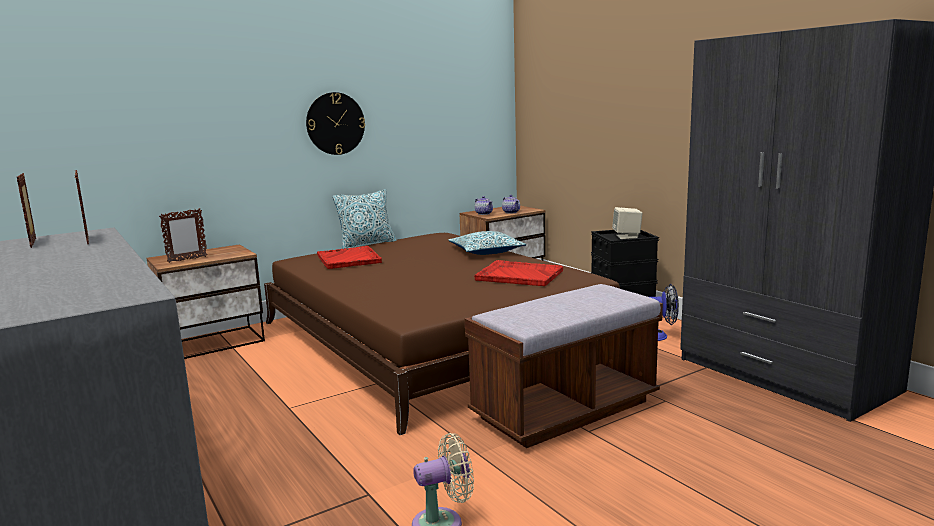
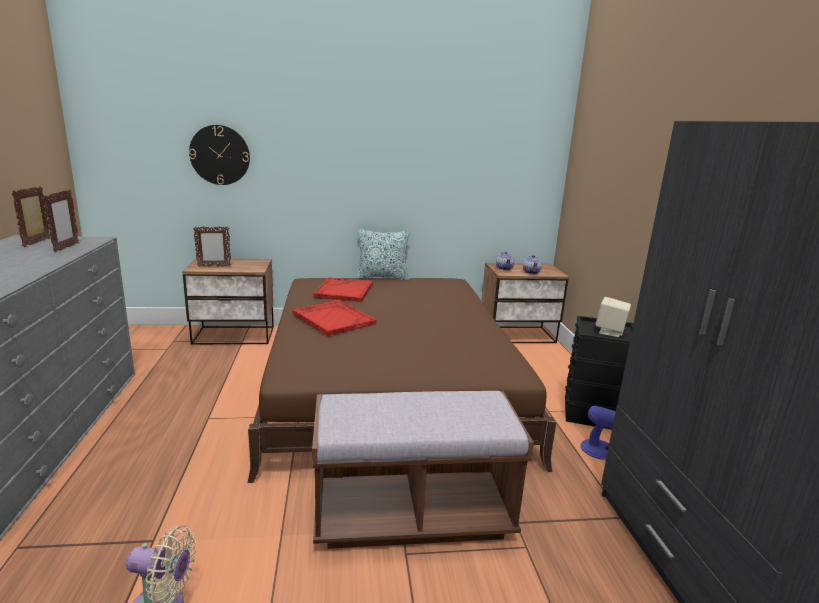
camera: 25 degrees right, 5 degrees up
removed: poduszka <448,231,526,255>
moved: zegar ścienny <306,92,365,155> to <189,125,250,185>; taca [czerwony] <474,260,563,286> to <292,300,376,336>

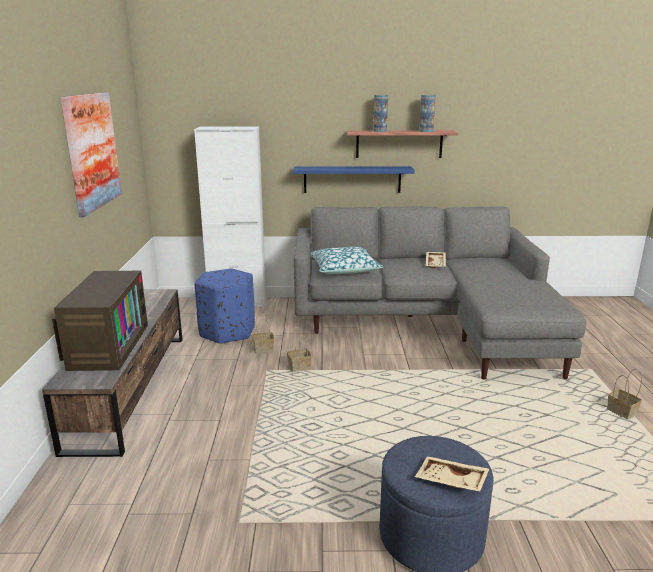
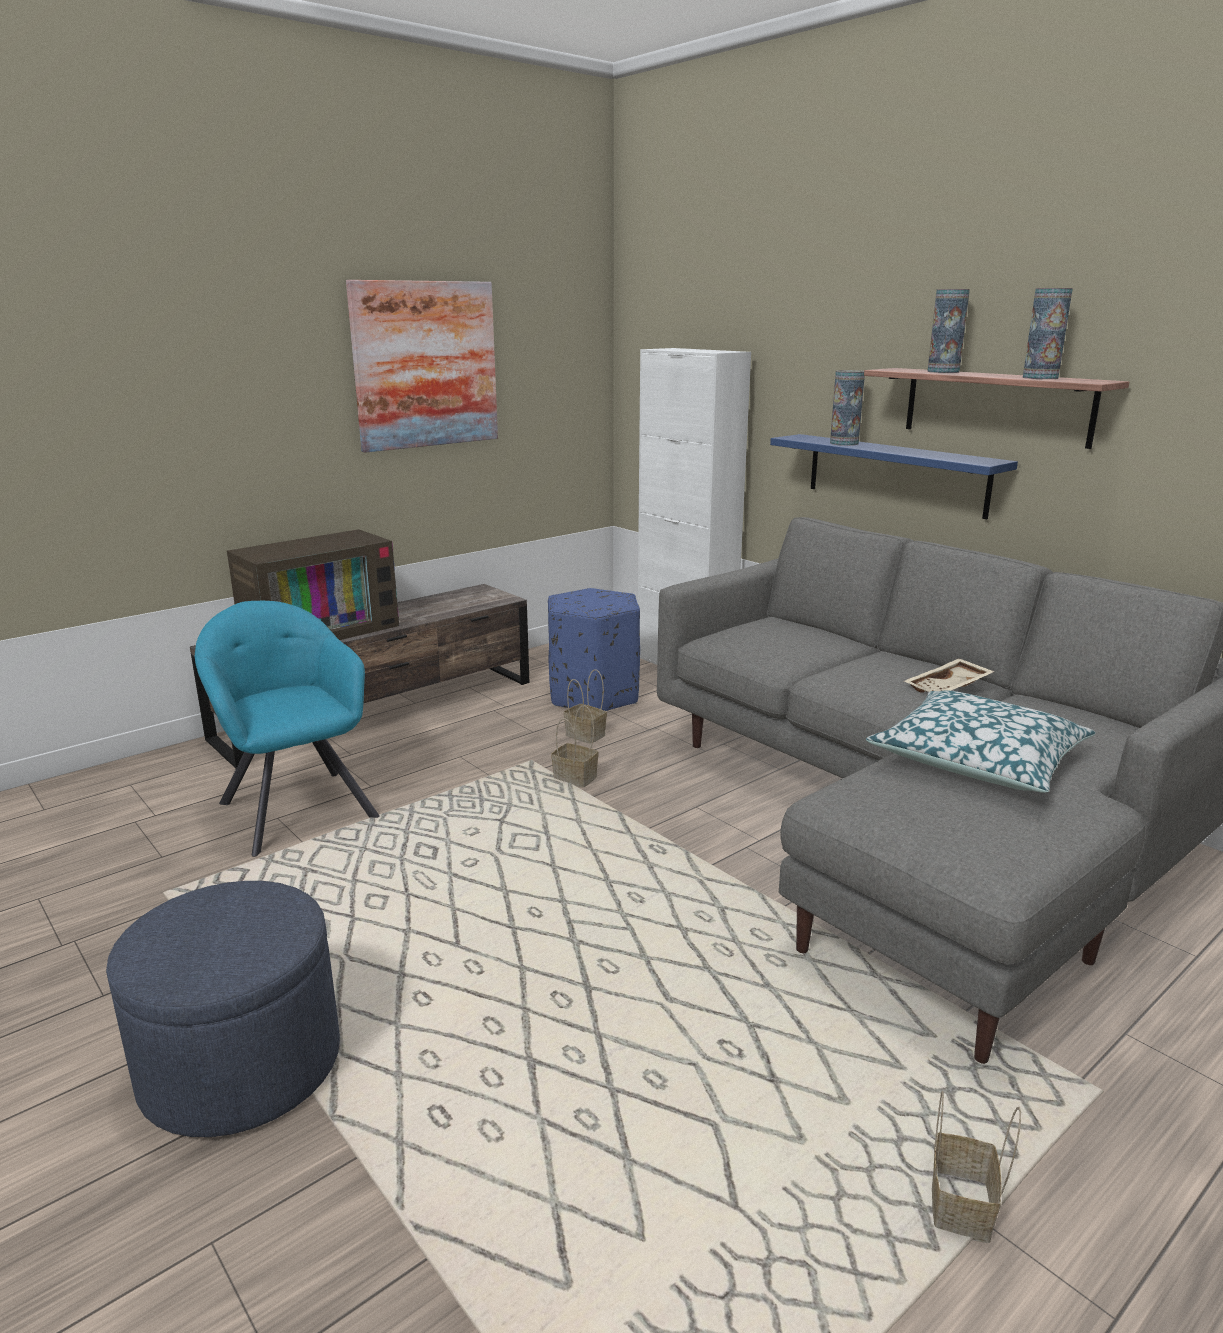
camera: 50 degrees right, 0 degrees up
removed: taca [beżowy] <415,456,489,492>
added: fotel [turkusowy] <195,601,380,857>; wazon <830,370,865,446>
moved: poduszka <311,247,383,274> to <866,690,1096,793>

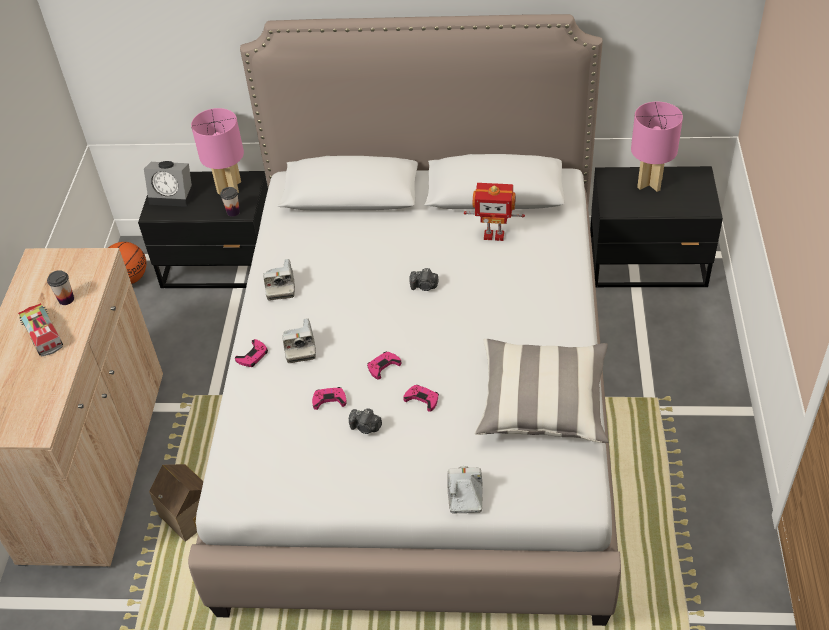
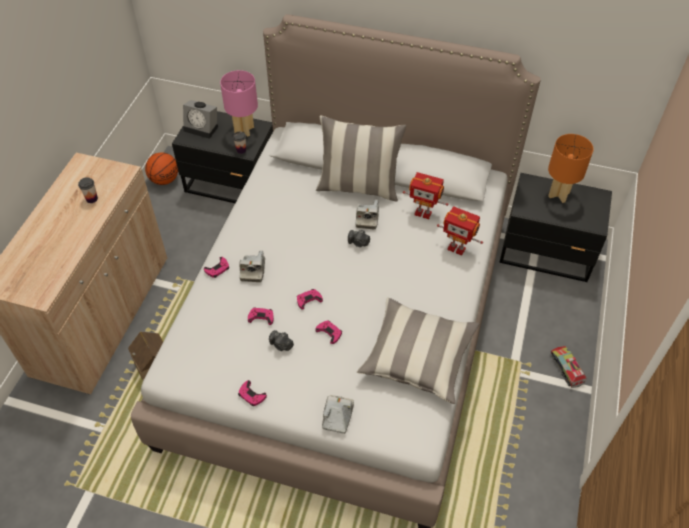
camera: 10 degrees right, 5 degrees up
added: pad do gier [różowy] <238,380,267,406>; poduszka <316,116,406,202>; robot zabawkowy <437,206,483,256>
moved: aparat fotograficzny <263,259,295,300> to <355,200,379,229>; ciężarówka zabawkowa <18,303,63,357> to <551,346,587,388>
recoloured: lampa stołowa [różowy] <631,101,683,192> to lampa stołowa [pomarańczowy] <548,134,593,203>

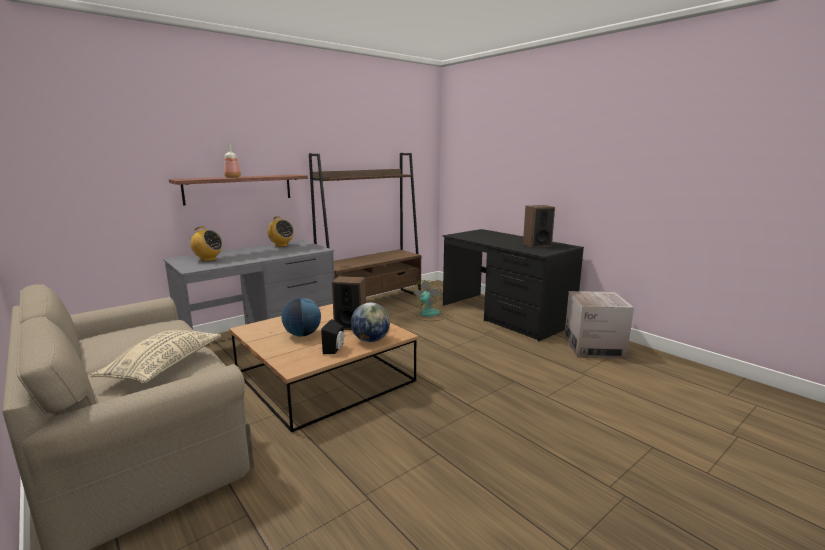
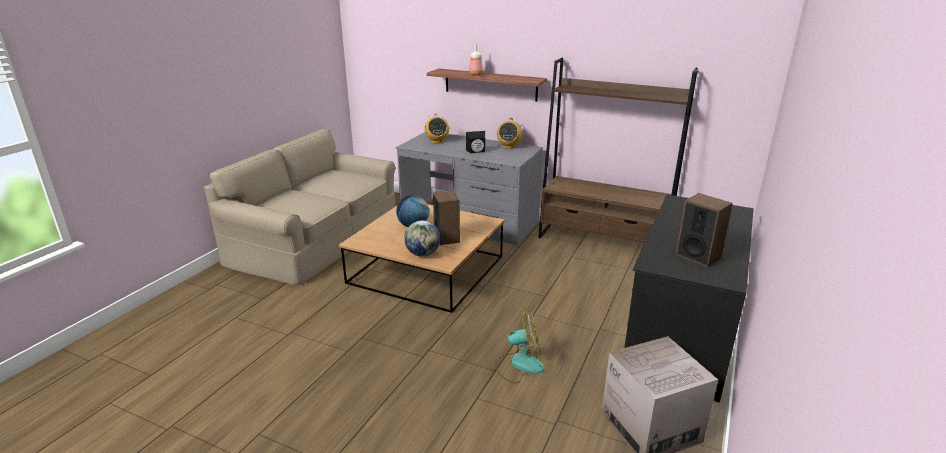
camera: 65 degrees right, 10 degrees up
removed: poduszka [beżowy] <90,330,221,383>
moved: głośnik [czarny] <321,319,344,354> to <466,131,485,153>; wentylator <413,280,444,321> to <495,311,544,384>

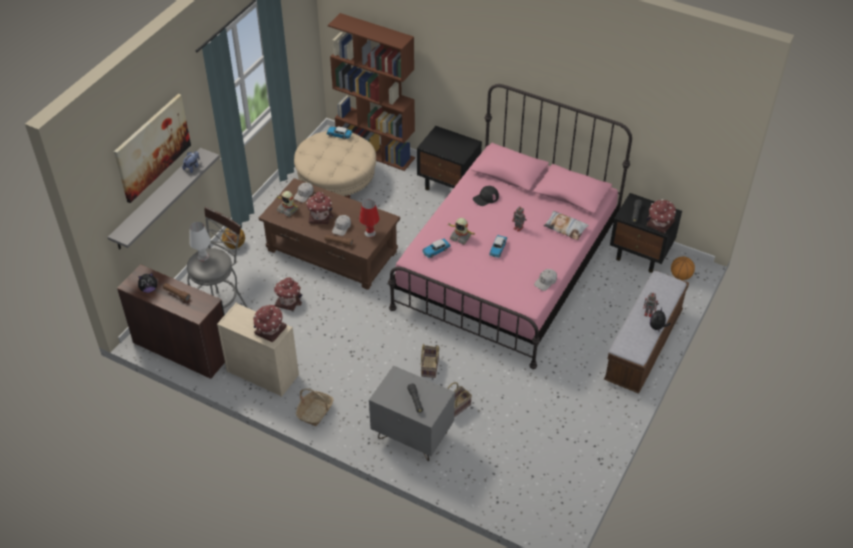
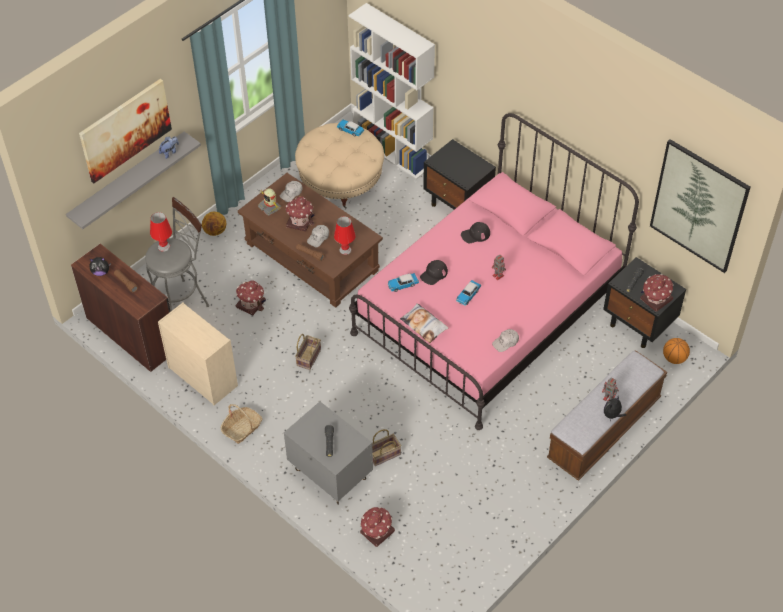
camera: 15 degrees right, 5 degrees up
added: obraz <650,139,750,273>
moved: koszyk <421,344,440,378> to <295,334,321,370>; domek <253,304,287,342> to <360,506,395,547>; poduszka <544,211,589,240> to <400,303,449,343>
replaced: robot zabawkowy <448,218,475,245> to czapka z daszkiem [czarny] <420,260,448,285>
recoloured: lampa stołowa [biały] <189,222,211,261> to lampa stołowa [czerwony] <150,212,172,252>; regał [brązowy] <328,13,415,171> to regał [biały] <349,3,435,179>

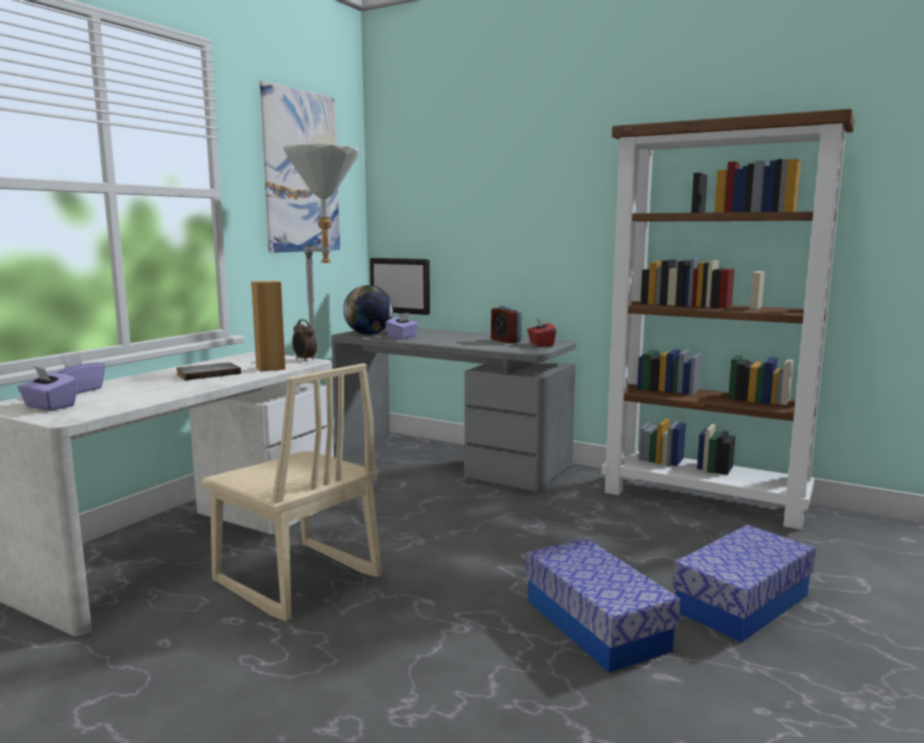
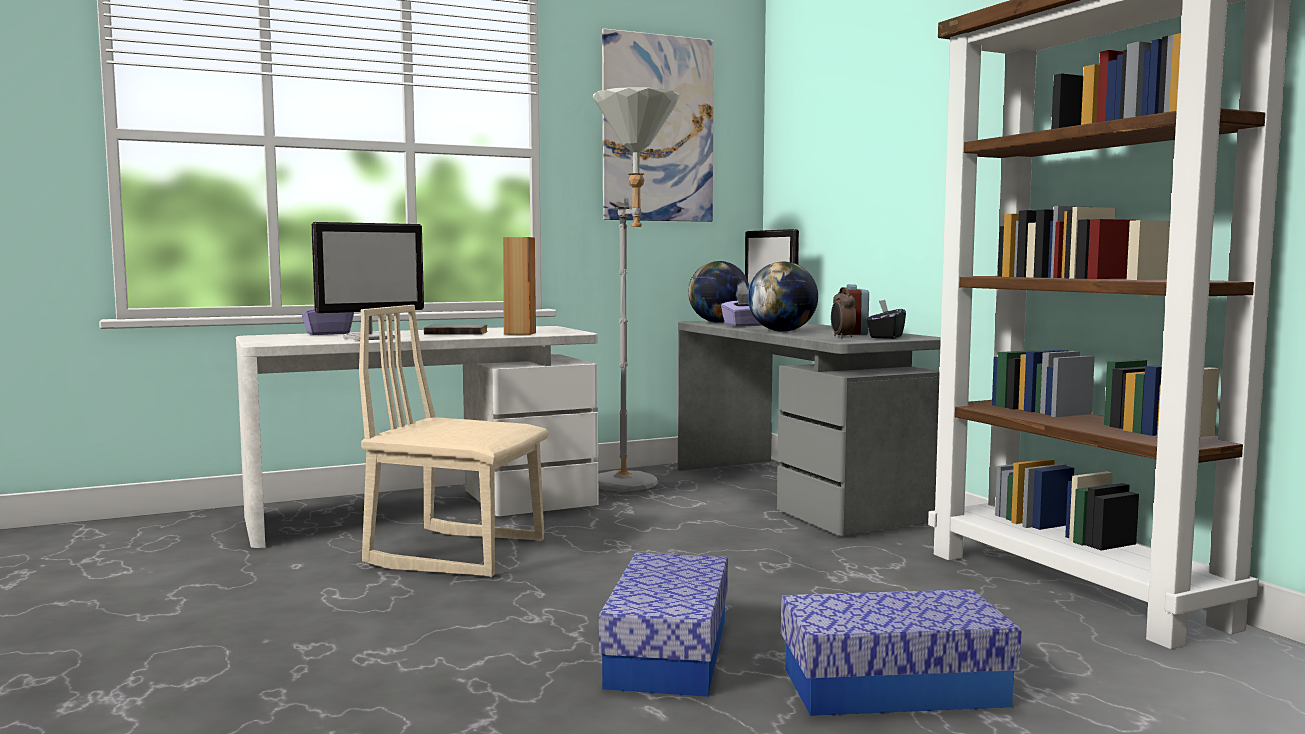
camera: 35 degrees right, 5 degrees down
removed: pudełko chusteczek [fioletowy] <17,366,77,411>
added: monitor <311,222,424,341>; globus <748,262,818,332>
moved: budzik <292,319,317,361> to <831,287,856,338>
recoloured: pudełko chusteczek [czerwony] <527,318,556,346> to pudełko chusteczek [czarny] <866,300,906,339>
turned: krzesło [beżowy] <200,363,382,621> = <359,305,549,577> 120 degrees clockwise

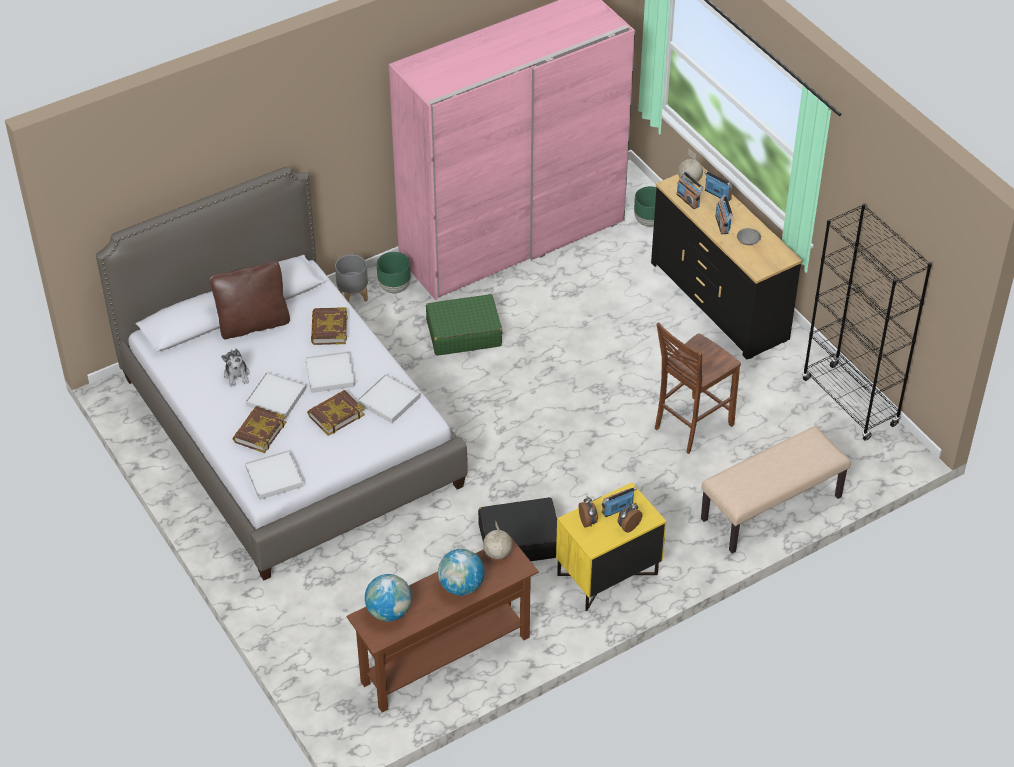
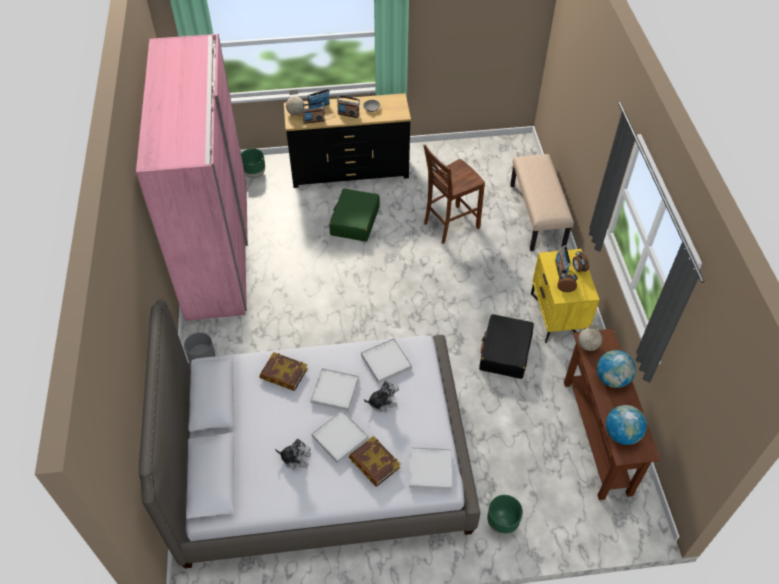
camera: 65 degrees left, 5 degrees up
removed: poduszka [brązowy] <209,261,290,339>; regał [czarny] <802,203,932,441>
moved: walizka [zielony] <426,294,502,356> to <329,189,380,242>; donica [zielony] <376,252,411,293> to <487,495,523,535>
replaced: książka <307,390,365,436> to pluszak <364,380,399,412>
turned: krzesło [brązowy] <655,322,741,454> = <423,144,485,244> 75 degrees clockwise

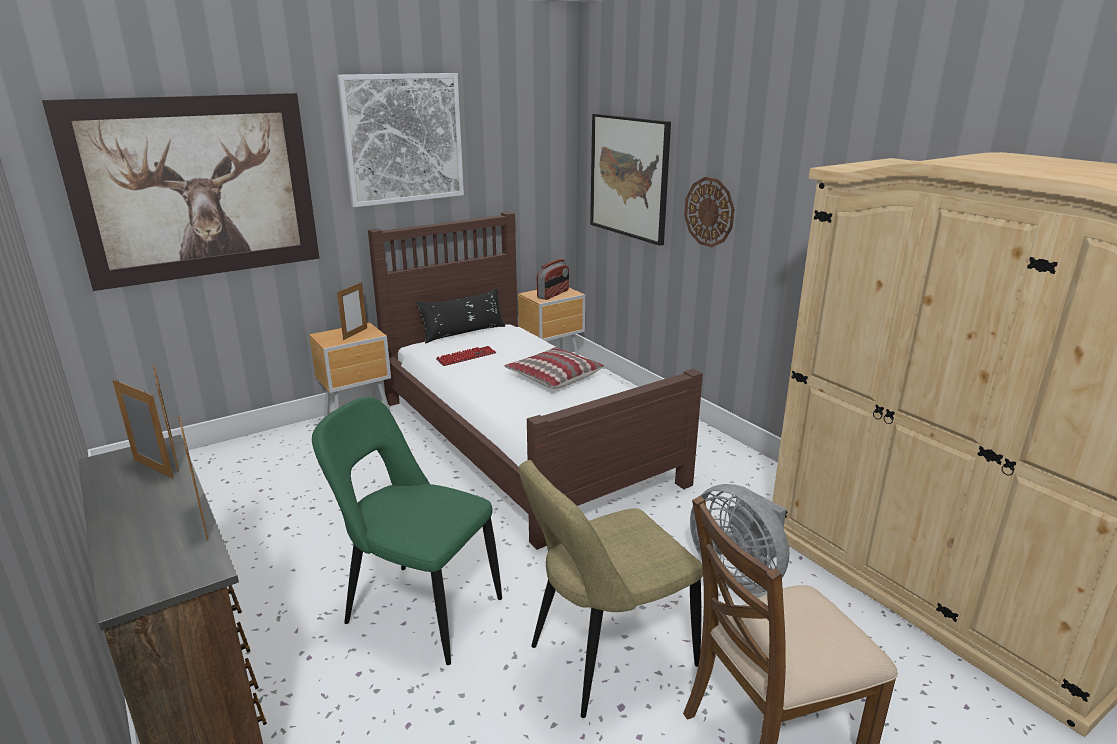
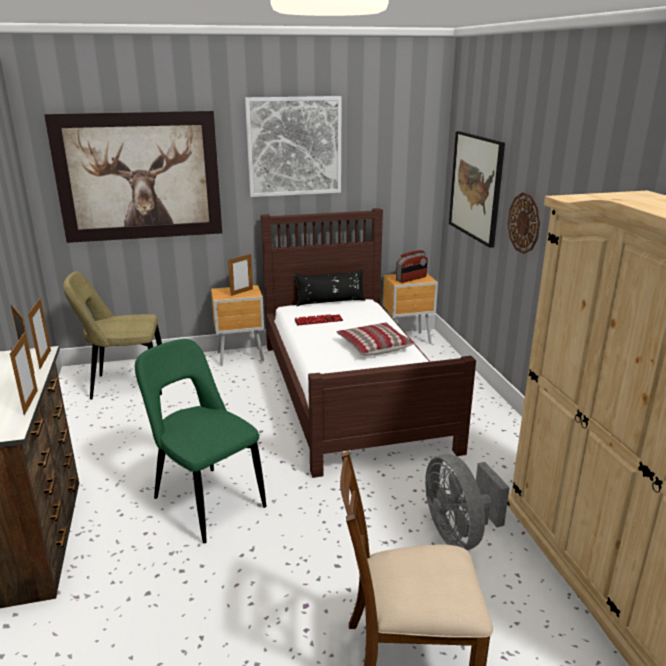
camera: 20 degrees right, 0 degrees up
moved: krzesło [beżowy] <519,460,703,718> to <63,272,162,400>

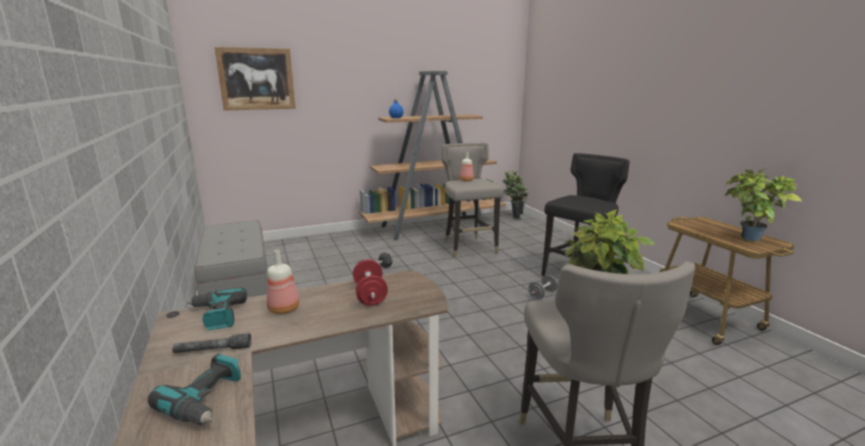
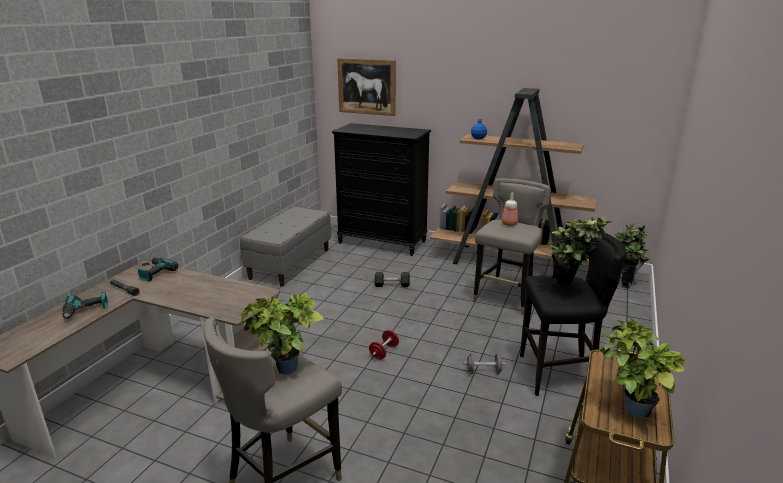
camera: 45 degrees right, 5 degrees up
removed: butelka <267,250,300,314>
added: komoda [czarny] <332,123,431,256>; roślina doniczkowa <550,216,612,287>
moved: hantel [czerwony] <353,260,388,306> to <369,330,399,360>

